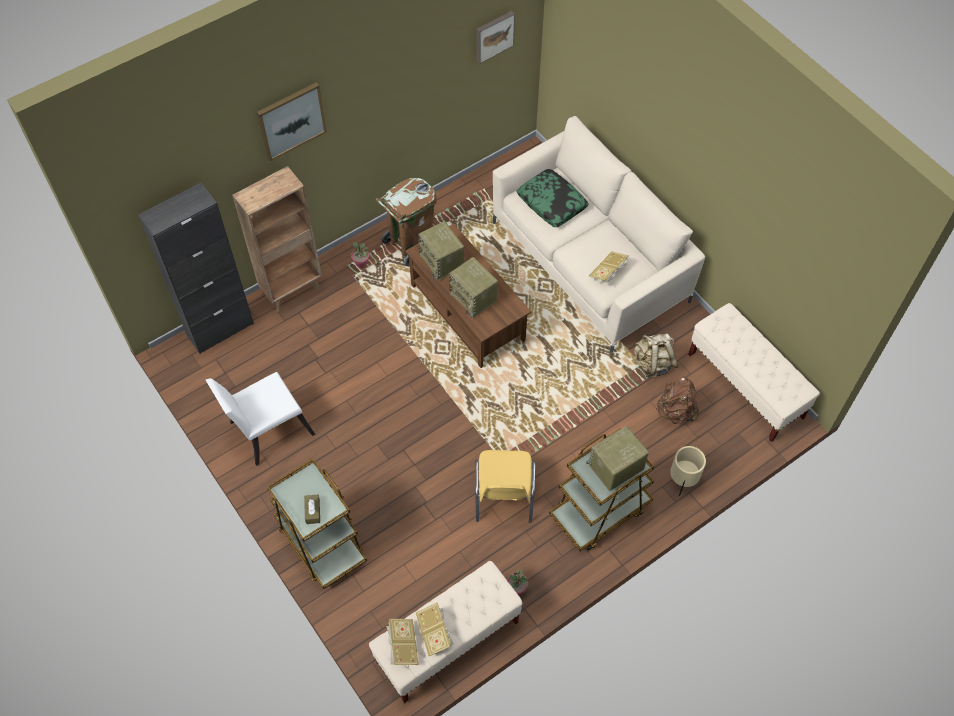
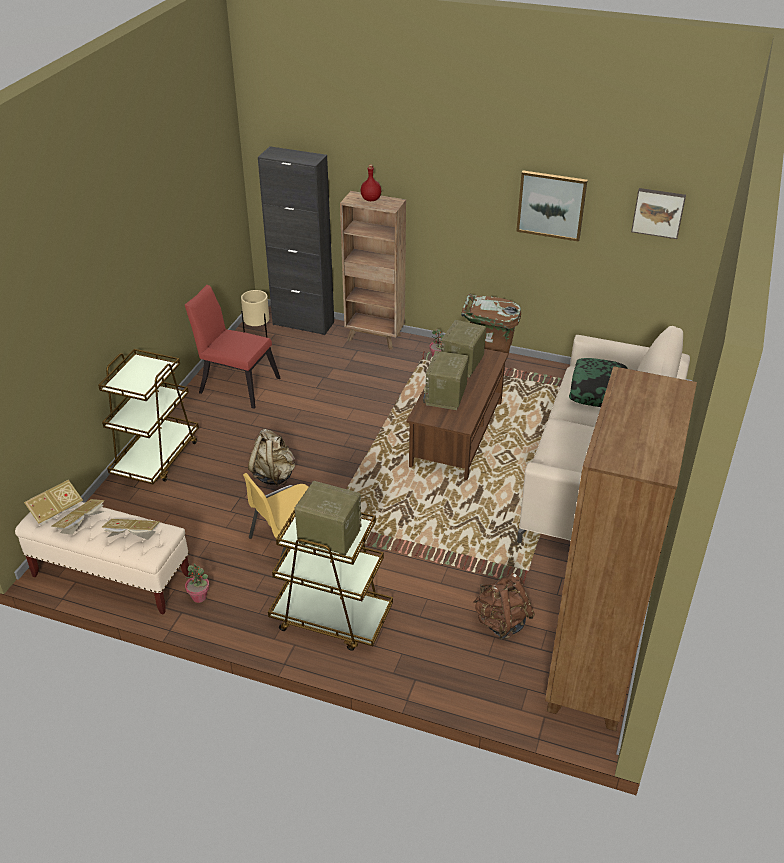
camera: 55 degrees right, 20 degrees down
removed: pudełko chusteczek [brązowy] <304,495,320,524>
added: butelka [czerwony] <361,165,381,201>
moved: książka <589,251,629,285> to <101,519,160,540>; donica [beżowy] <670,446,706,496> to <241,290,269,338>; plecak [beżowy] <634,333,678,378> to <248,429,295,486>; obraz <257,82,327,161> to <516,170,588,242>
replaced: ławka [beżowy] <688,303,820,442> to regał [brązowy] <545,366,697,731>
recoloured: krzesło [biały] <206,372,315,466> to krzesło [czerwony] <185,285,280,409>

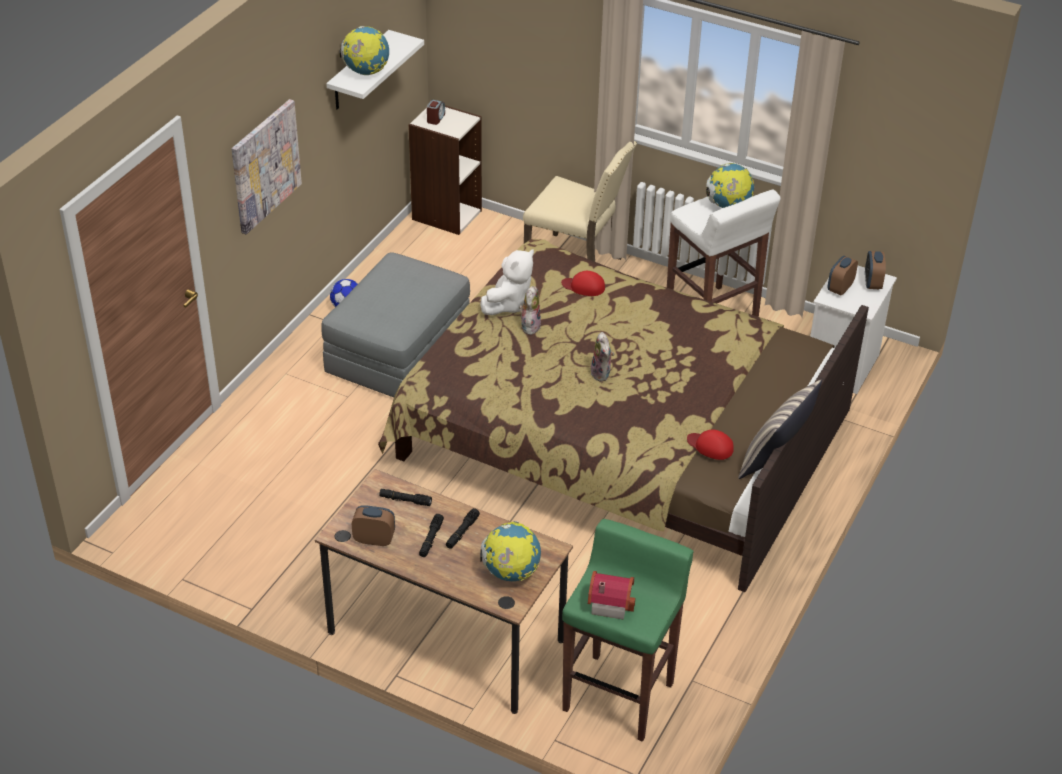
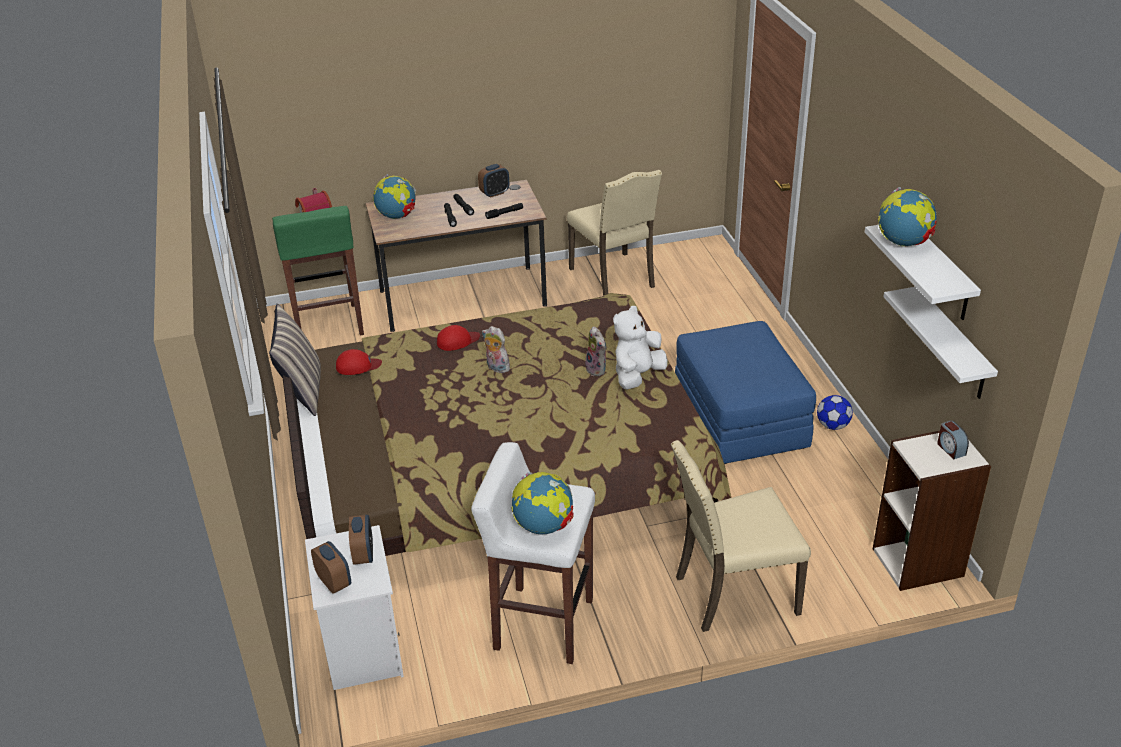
camera: 140 degrees right, 5 degrees down
removed: obraz <232,99,302,234>
added: krzesło [beżowy] <567,170,662,296>; półka [biały] <883,287,998,399>
moved: czapka z daszkiem [czerwony] <561,271,605,296> to <437,325,480,351>
recoloured: pufa [szary] <321,252,470,397> to pufa [niebieski] <675,321,816,464>
turned: pluszak [biały] <480,249,534,315> = <613,306,668,390> 45 degrees clockwise

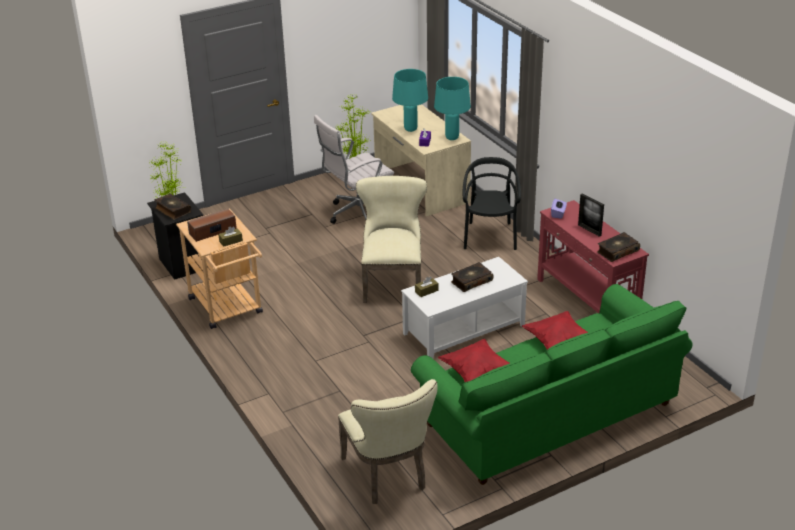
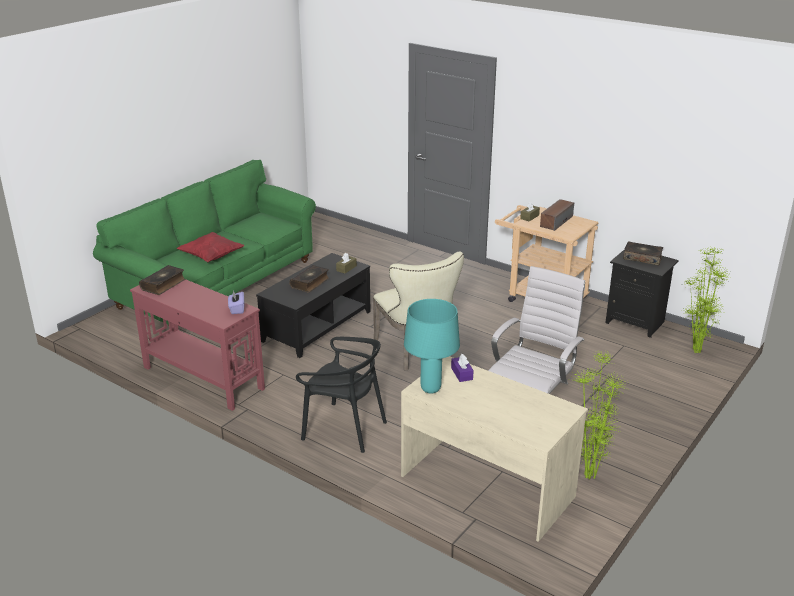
camera: 155 degrees right, 5 degrees down
removed: krzesło [beżowy] <338,379,438,504>; lampa stołowa [turkusowy] <392,69,428,132>; poduszka [czerwony] <438,339,510,382>; ramka na zdjęcie <578,193,604,237>
recoloured: ława [biały] <401,257,528,358> to ława [czarny] <256,253,370,358>
turned: krzesło [czarny] <463,157,521,250> = <296,337,387,453> 45 degrees counterclockwise

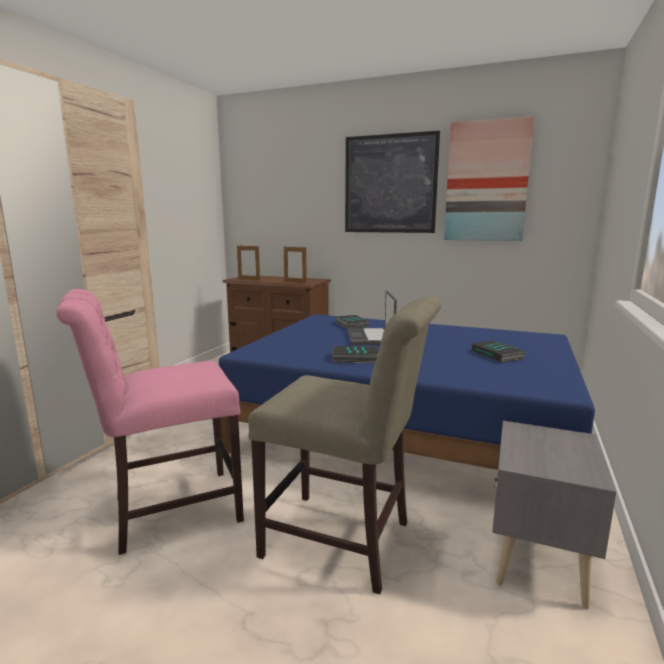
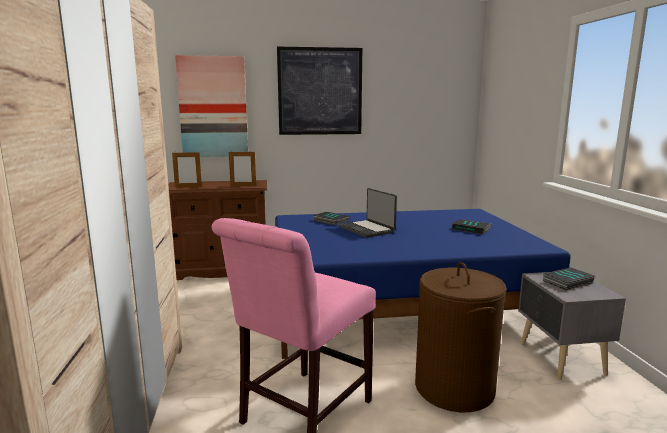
camera: 30 degrees left, 0 degrees up
moved: obraz <444,116,534,241> to <175,55,248,157>; książka <332,346,378,363> to <543,267,595,290>
replaced: krzesło [beżowy] <248,296,441,594> to kosz na pranie [brązowy] <415,262,507,412>

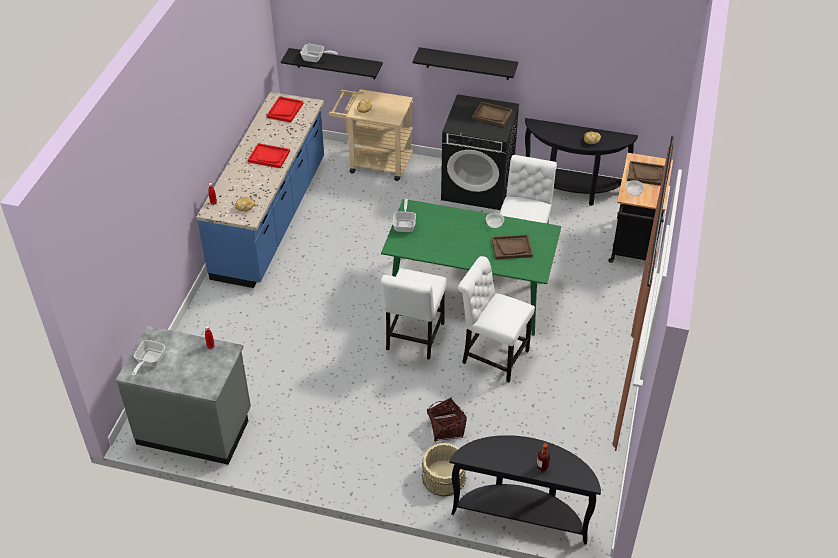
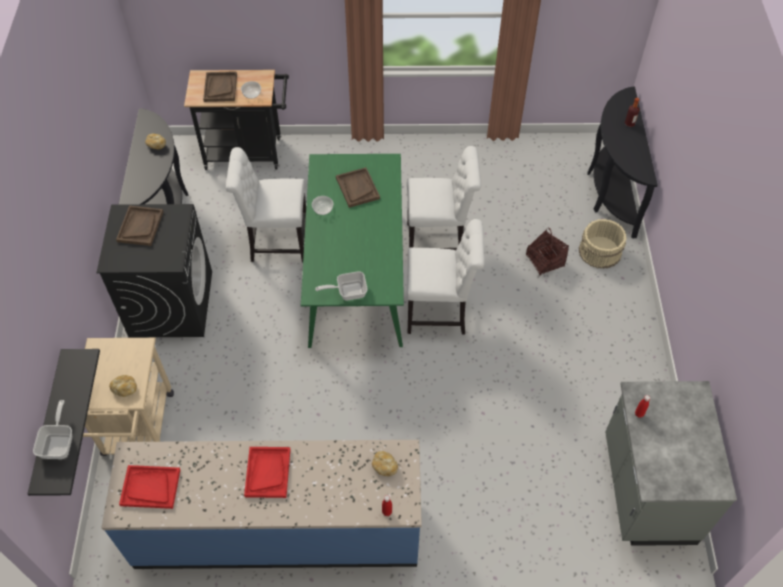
camera: 105 degrees left, 10 degrees up
removed: patelnia <132,340,165,376>; półka [czarny] <412,47,518,80>
turned: krzesło [biały] <458,256,535,383> = <407,146,481,250> 105 degrees counterclockwise

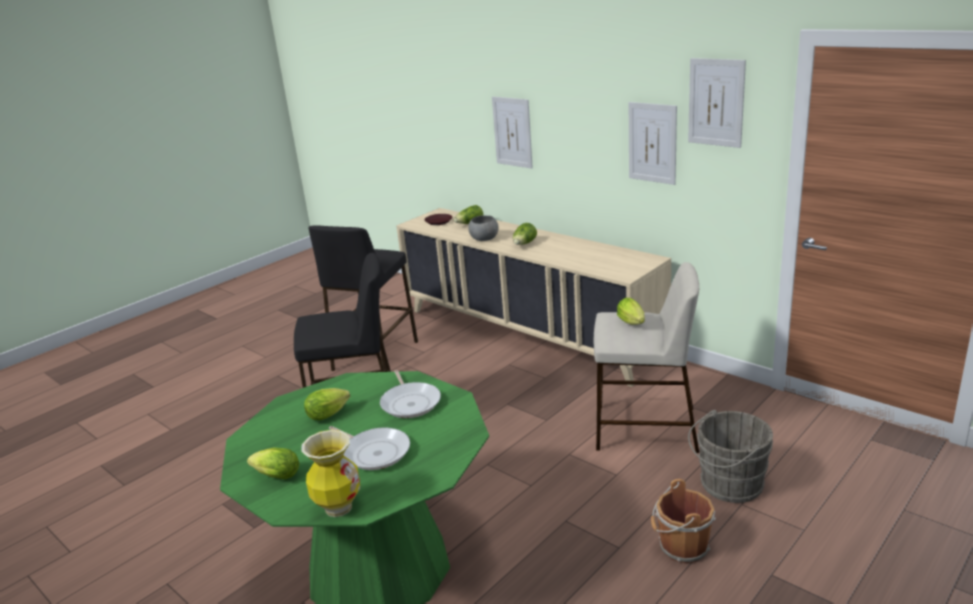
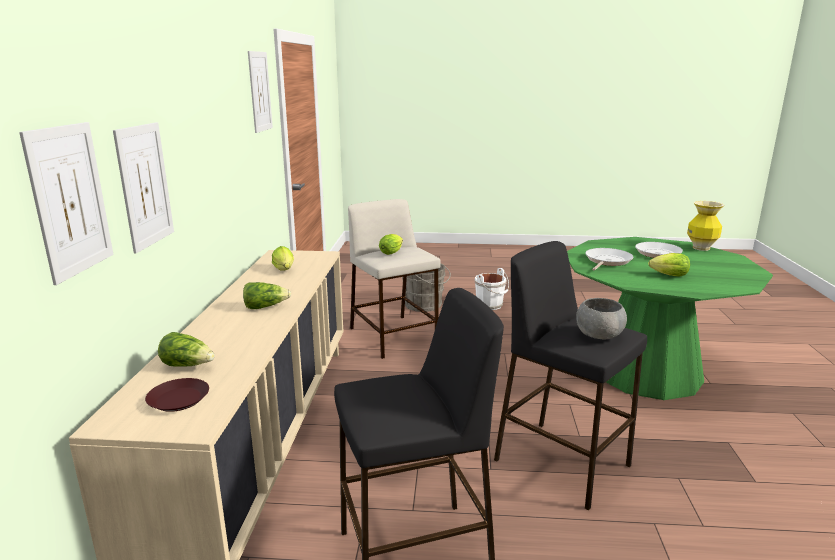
camera: 130 degrees left, 5 degrees down
moved: obraz <629,102,677,185> to <19,122,113,285>; sałata <247,448,299,479> to <272,246,294,271>; miska [szary] <468,215,498,241> to <576,298,627,340>
recoloured: wiadro [brązowy] <651,479,716,563> to wiadro [biały] <475,268,509,310>

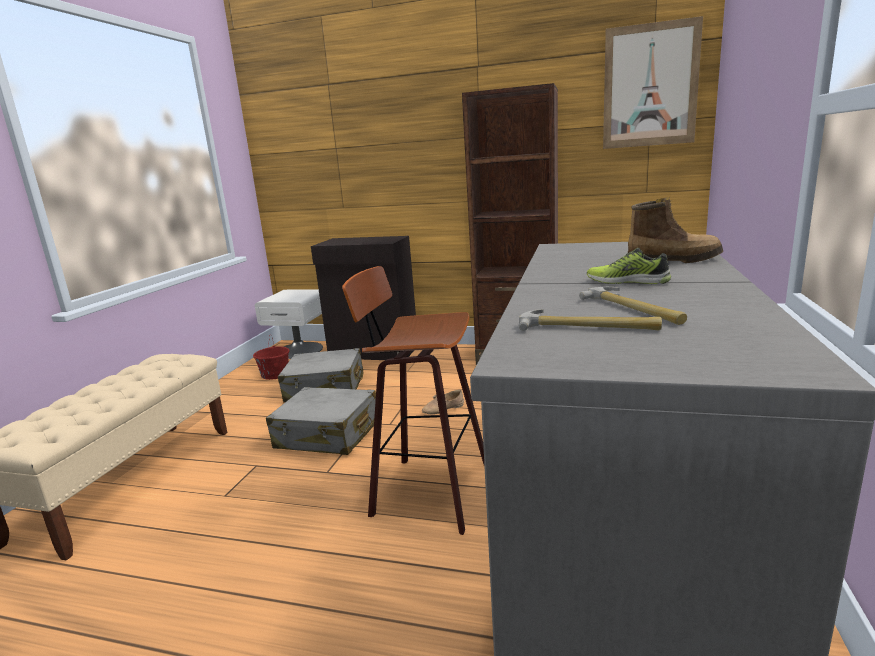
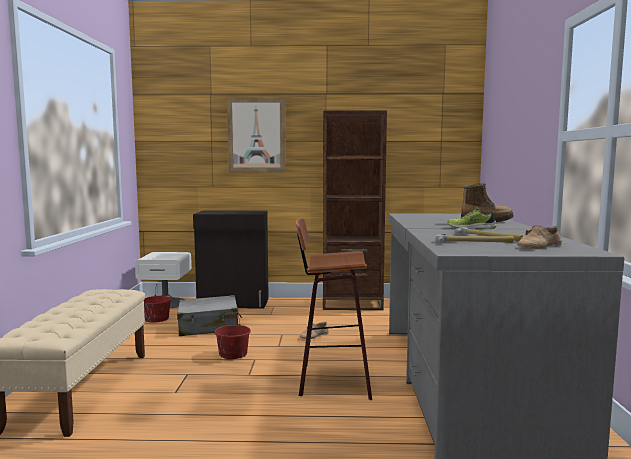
camera: 15 degrees left, 10 degrees down
added: but [beżowy] <518,225,562,249>
moved: obraz <603,16,703,149> to <227,97,286,173>
replaced: walizka [szary] <266,387,376,455> to wiadro [czerwony] <214,312,251,359>

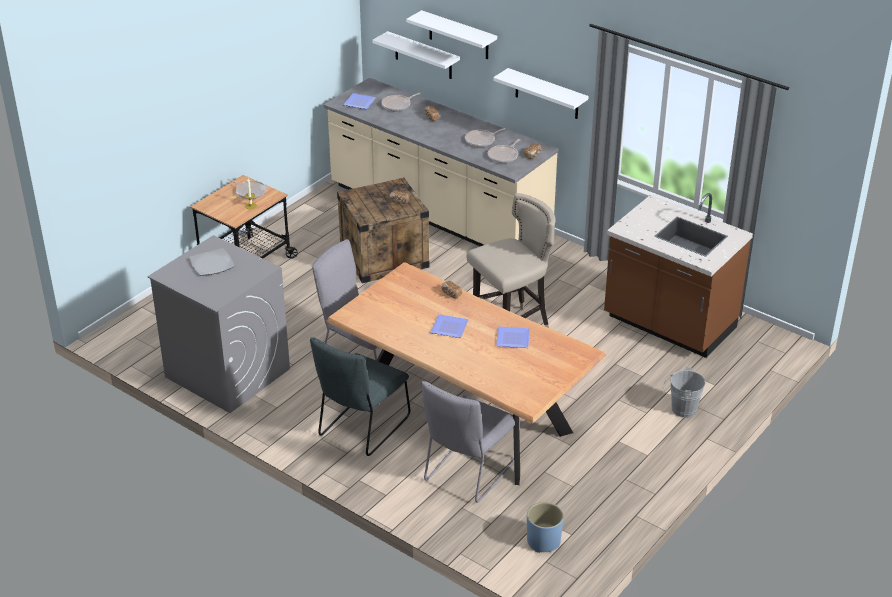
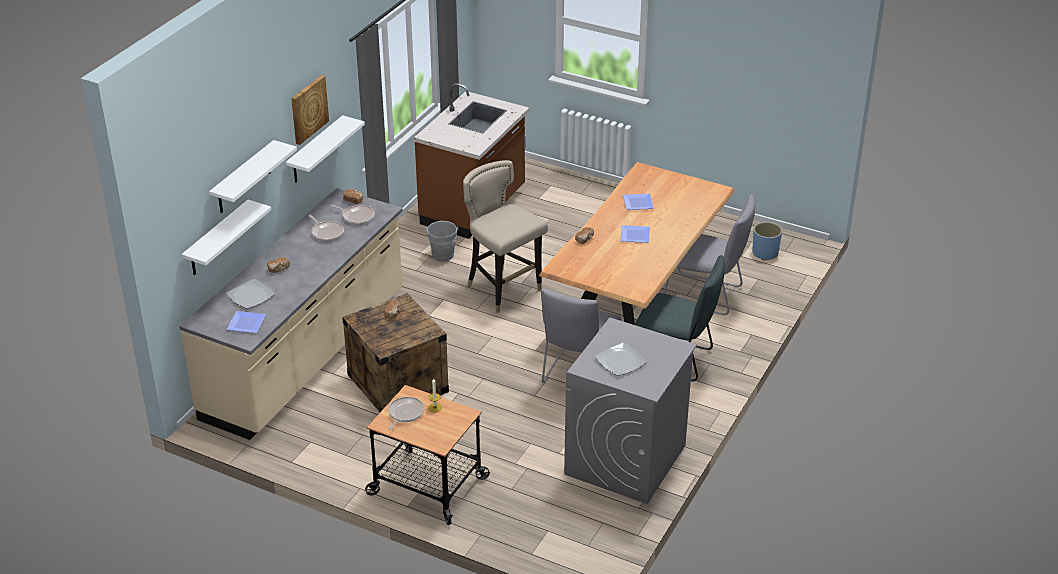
camera: 100 degrees left, 0 degrees up
added: obraz <291,75,329,145>
moved: wiadro [szary] <663,367,706,418> to <426,221,458,262>
replaced: patelnia <381,93,421,111> to talerz <226,279,275,309>

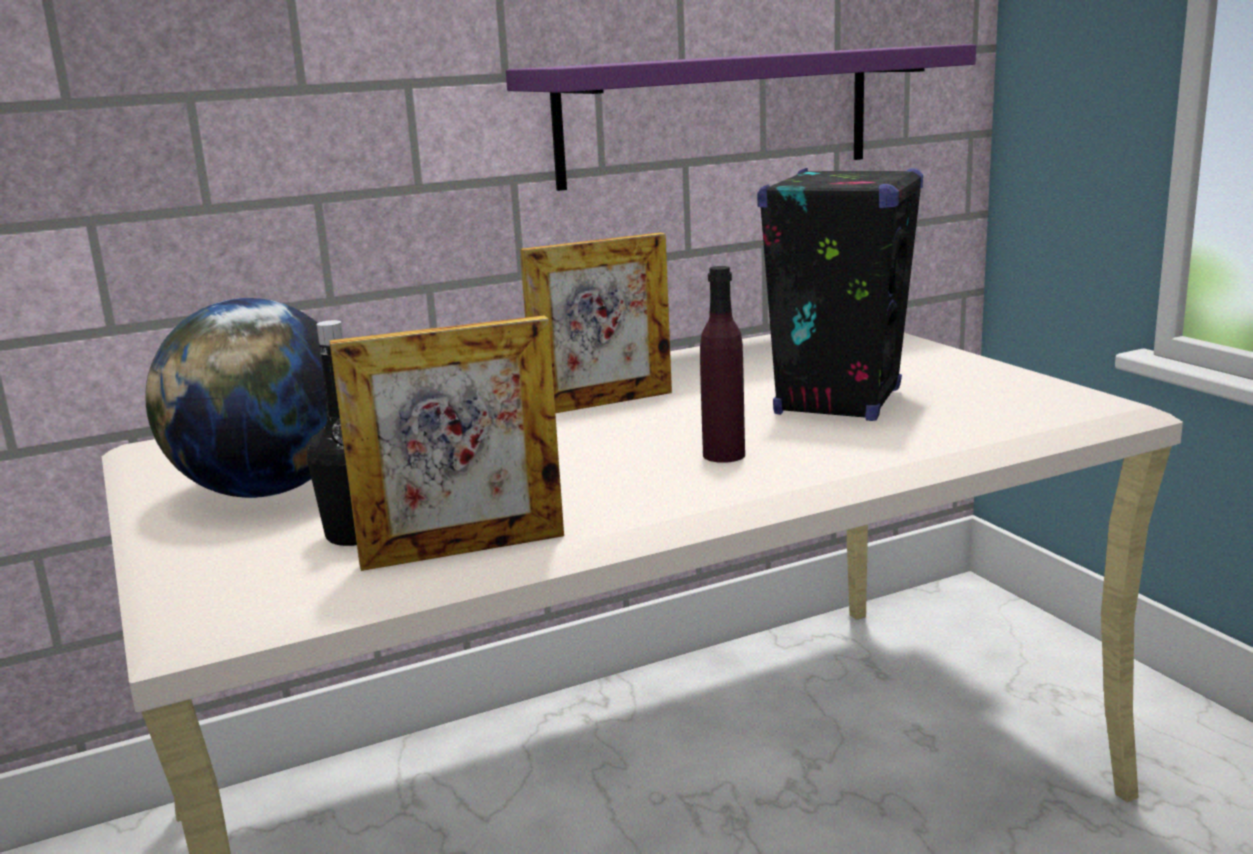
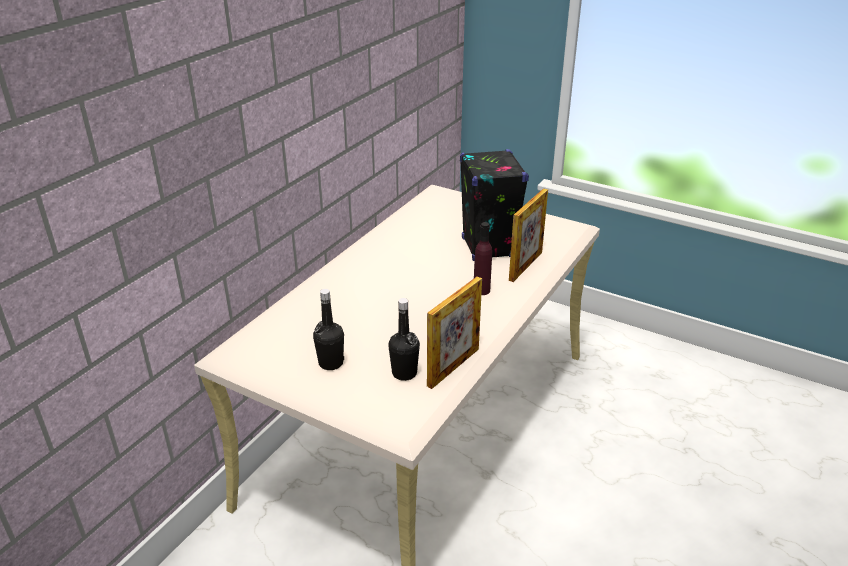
camera: 35 degrees left, 15 degrees up
removed: półka [fioletowy] <506,44,976,191>
moved: ramka na zdjęcie <520,232,672,413> to <509,188,548,282>
replaced: globus <145,298,327,498> to butelka [czarny] <313,289,344,370>

